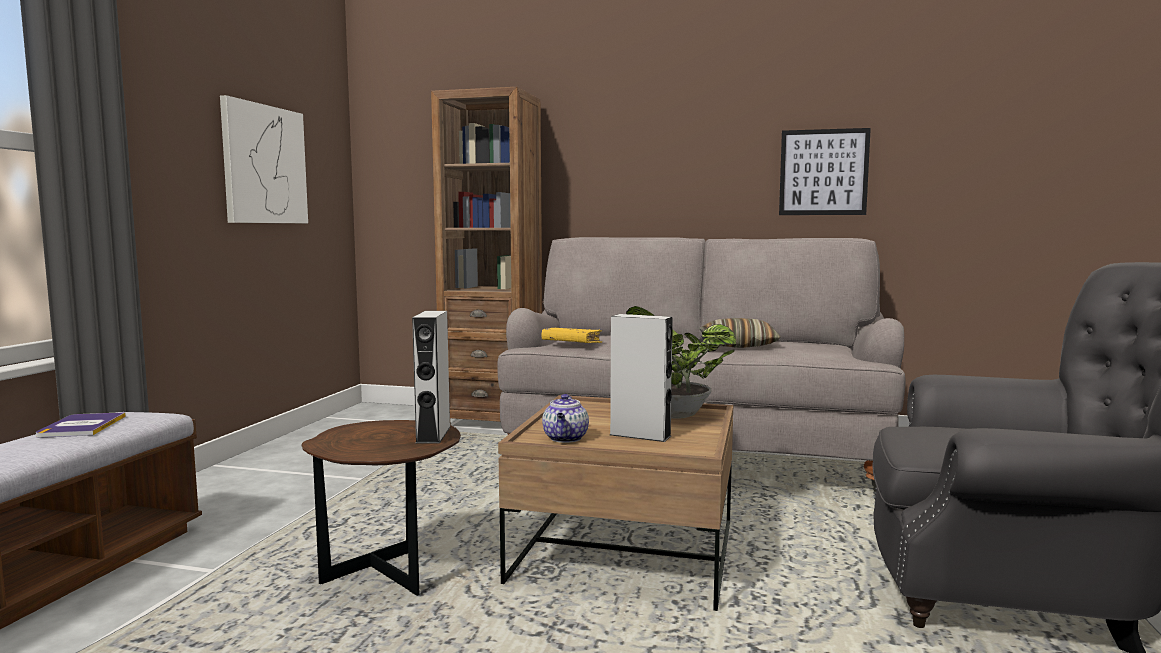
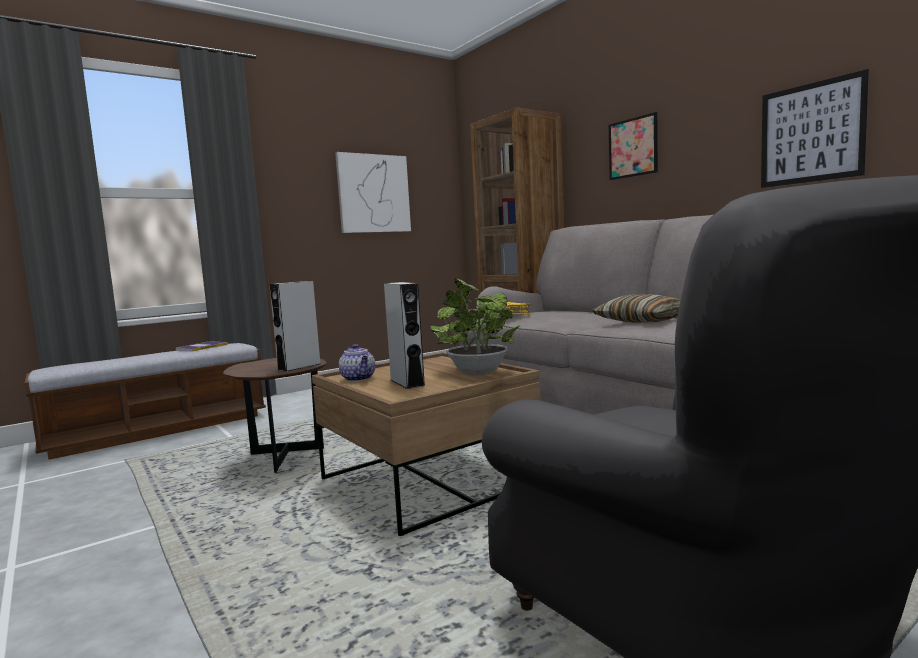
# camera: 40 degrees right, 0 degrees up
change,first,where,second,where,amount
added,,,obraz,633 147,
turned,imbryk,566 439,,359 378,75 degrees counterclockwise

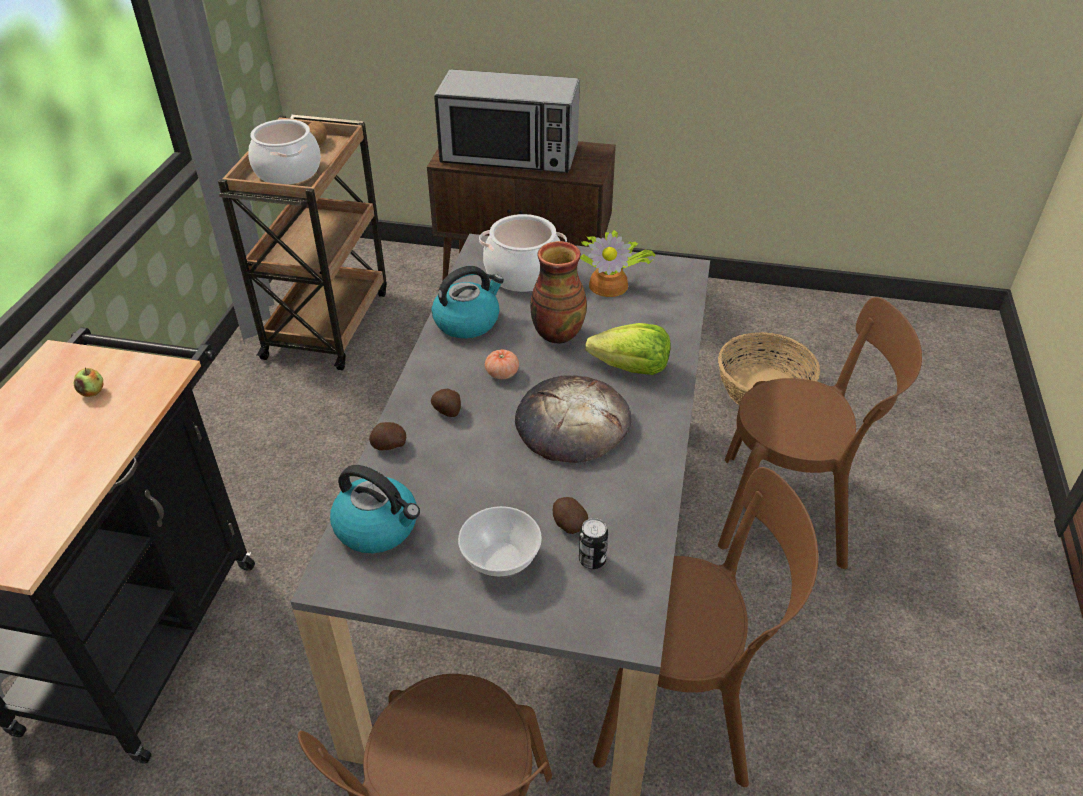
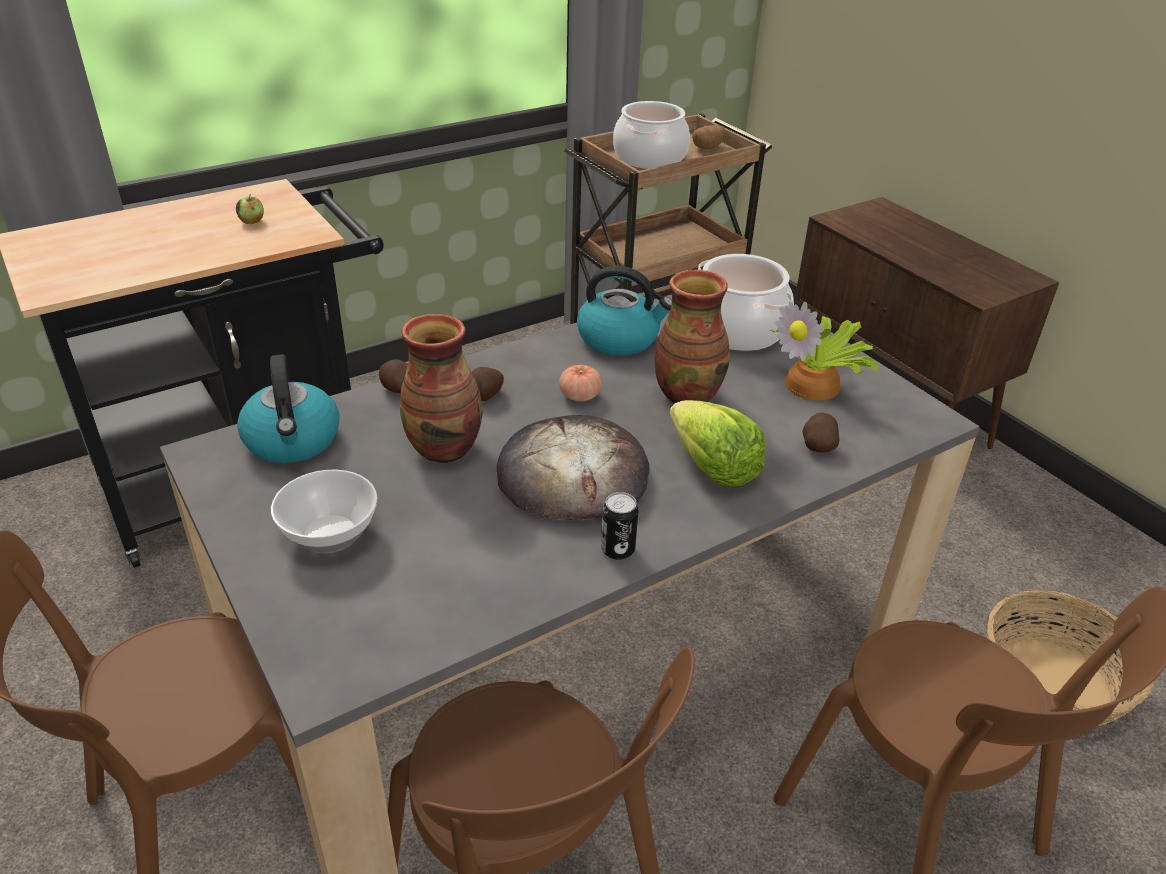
# camera: 45 degrees right, 5 degrees down
change,first,where,second,where,amount
removed,mikrofalówka,509 155,,,
added,,,wazon,446 448,
moved,ziemniak,568 524,,818 445,
moved,puszka,592 560,,617 549,

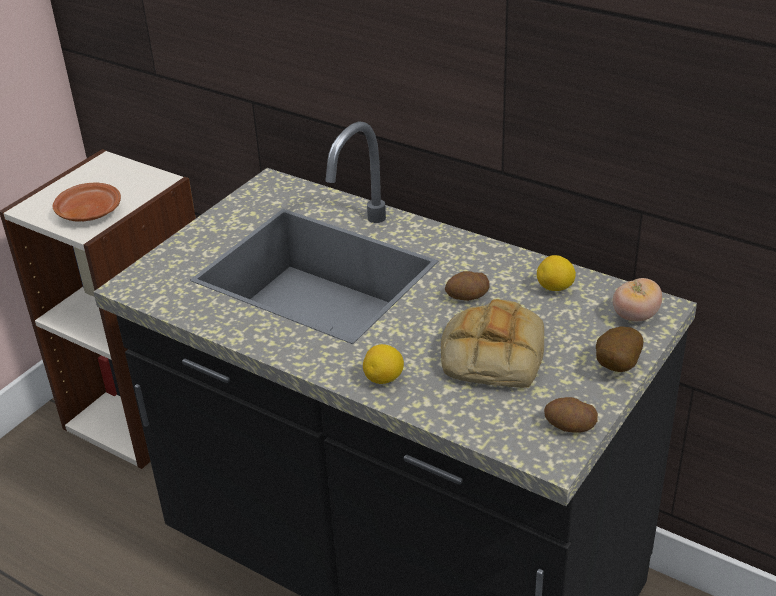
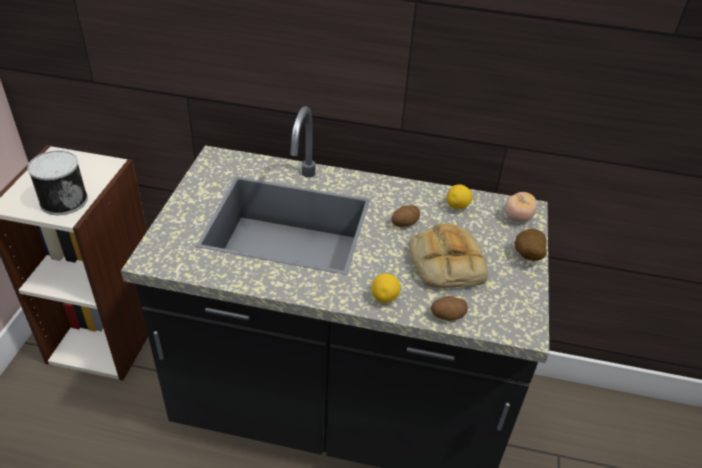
# camera: 25 degrees left, 5 degrees up
change,first,where,second,where,amount
moved,ziemniak,569 427,,448 316,
replaced,talerz [brązowy],89 212,puszka,63 200,

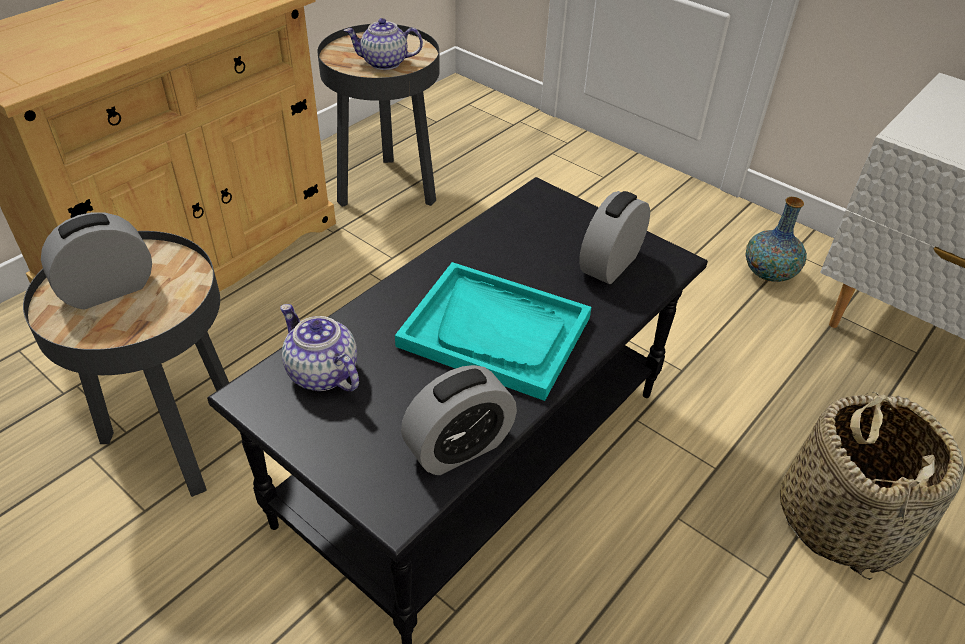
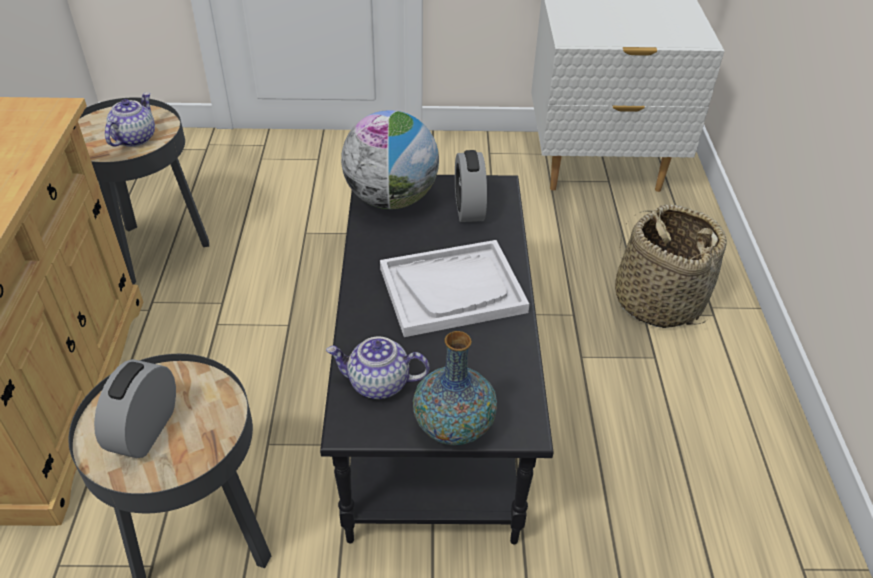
# camera: 40 degrees left, 0 degrees up
change,first,where,second,where,amount
removed,budzik,459 447,,,
added,,,globus,391 199,
moved,wazon,769 273,,454 426,
recoloured,taca [turkusowy],495 332,taca [biały],452 290,
turned,imbryk,384 63,,134 138,150 degrees clockwise

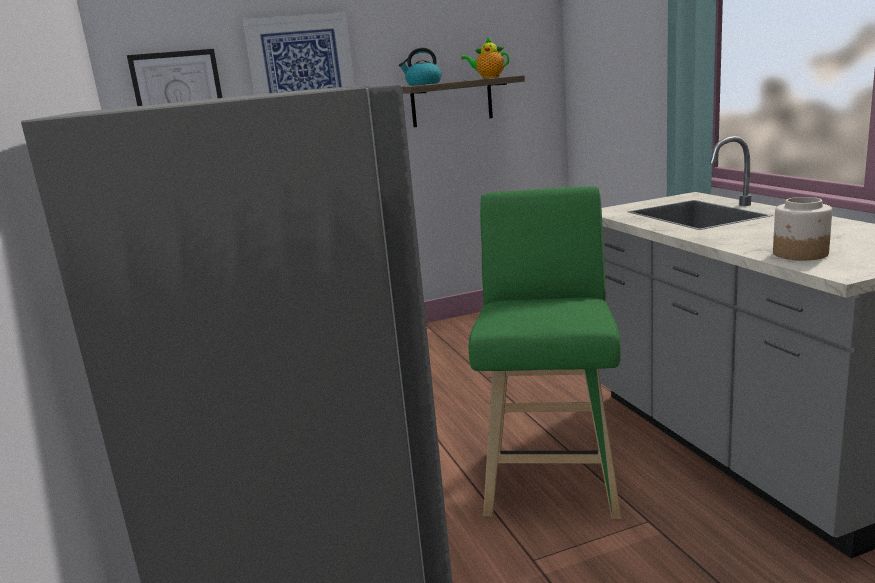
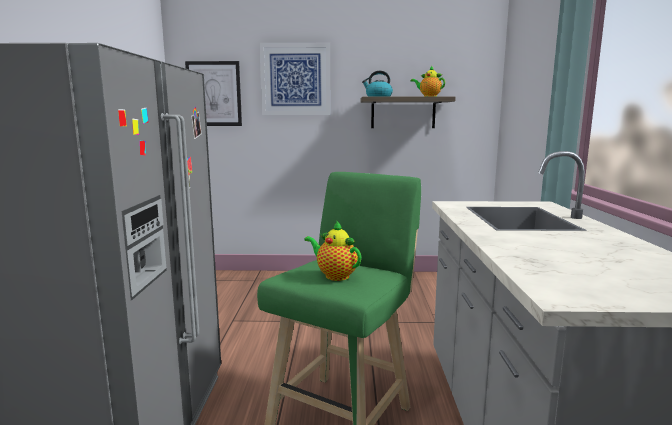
# camera: 20 degrees right, 5 degrees down
change,first,where,second,where,amount
removed,słoik,800 254,,,
added,,,imbryk,334 275,

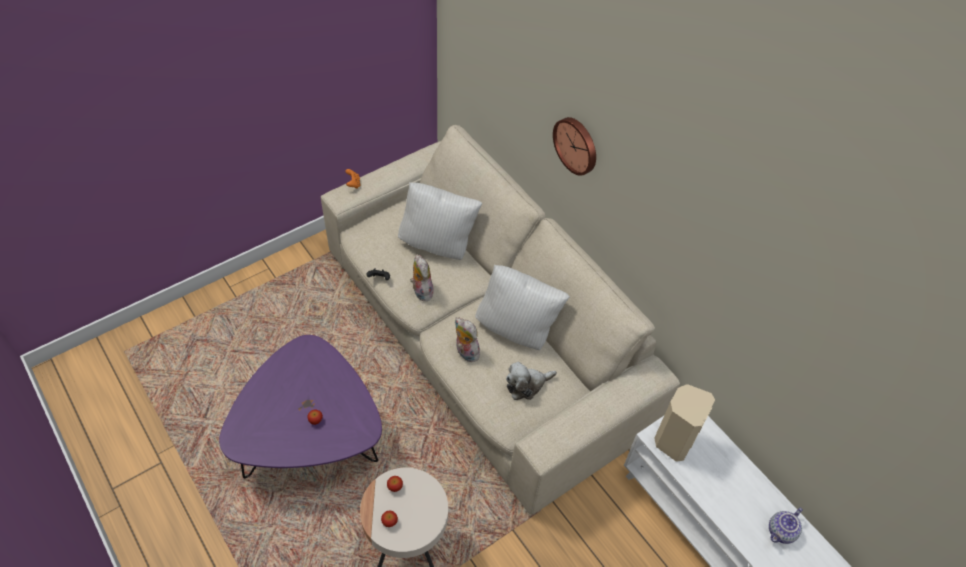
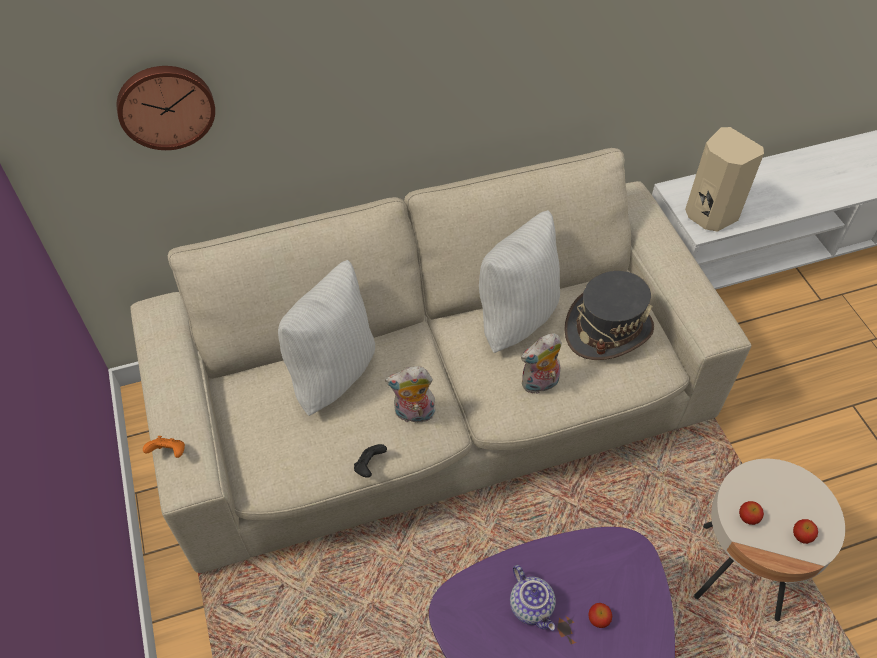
# camera: 70 degrees left, 0 degrees up
change,first,where,second,where,amount
moved,zegar ścienny,577 145,,165 105,
moved,imbryk,781 532,,532 607,
replaced,pluszak,527 385,kapelusz [szary],608 329,

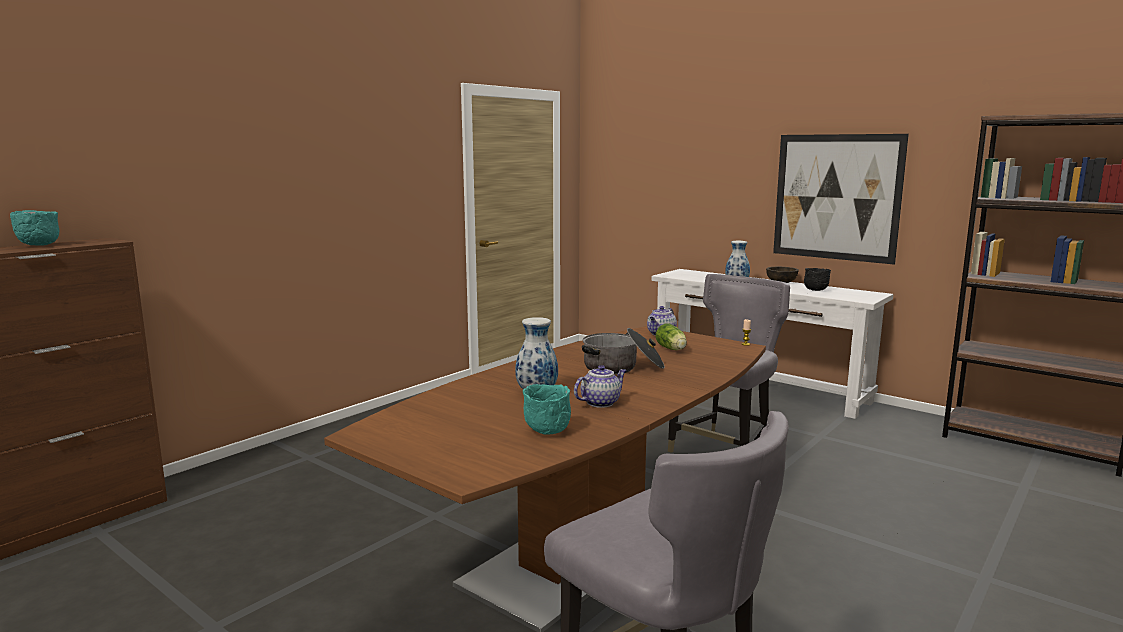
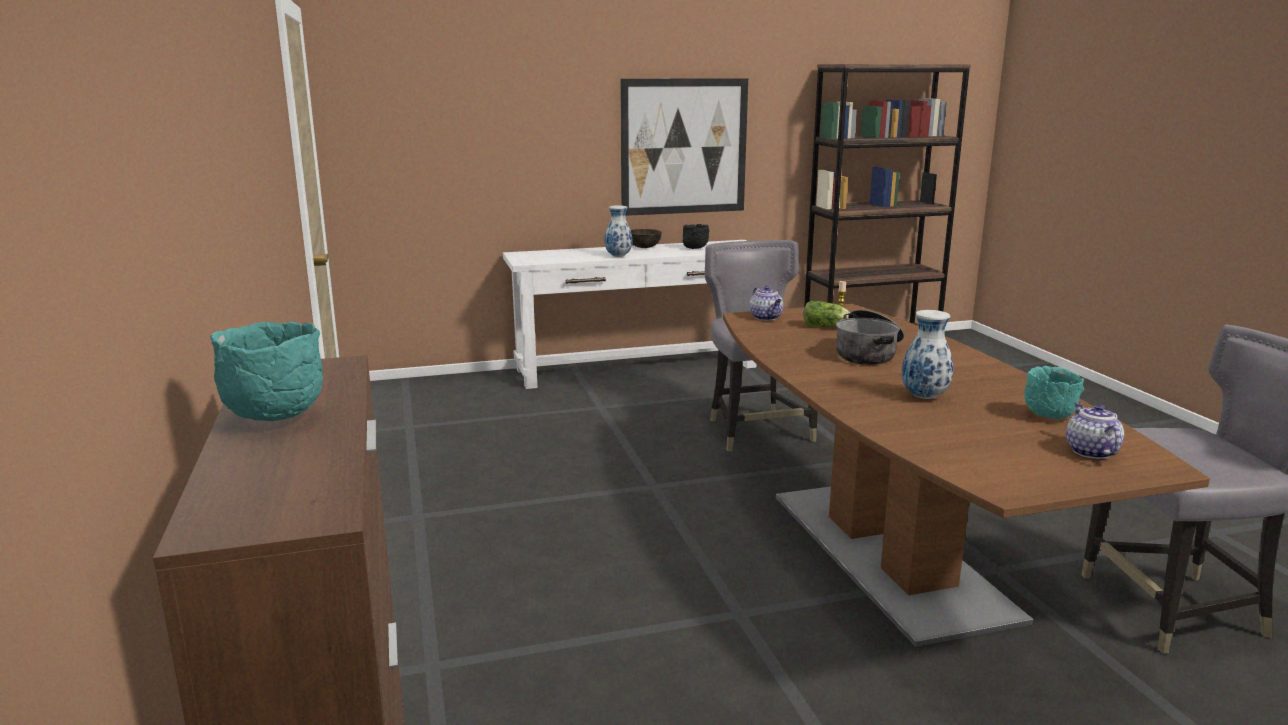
# camera: 55 degrees left, 5 degrees up
change,first,where,second,where,amount
moved,imbryk,600 402,,1090 451,

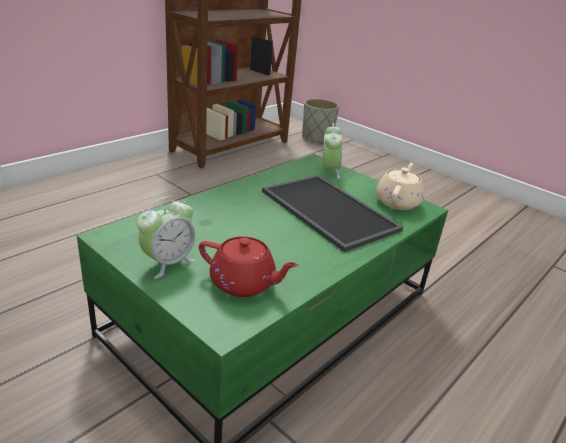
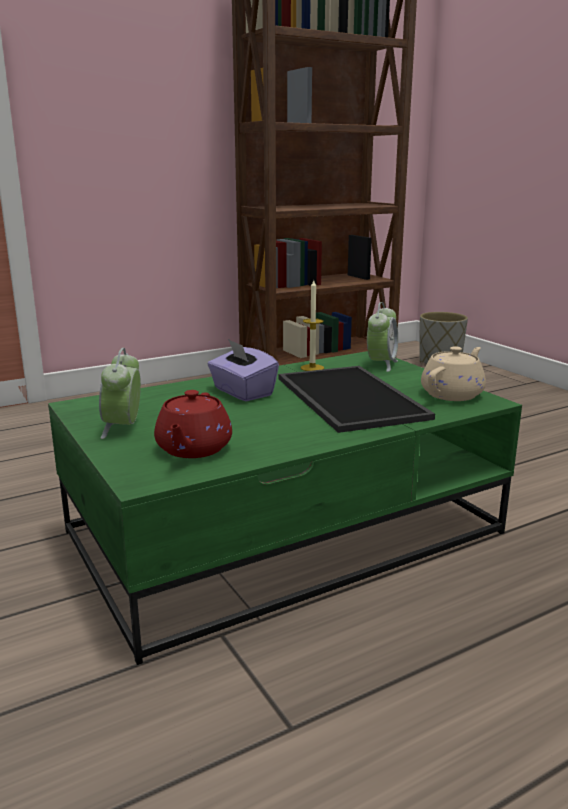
# camera: 20 degrees right, 10 degrees down
change,first,where,second,where,amount
added,,,pudełko chusteczek [fioletowy],242 392,
added,,,świeca,312 368,
turned,budzik,168 263,,123 428,120 degrees clockwise
turned,imbryk [czerwony],244 283,,193 449,60 degrees clockwise

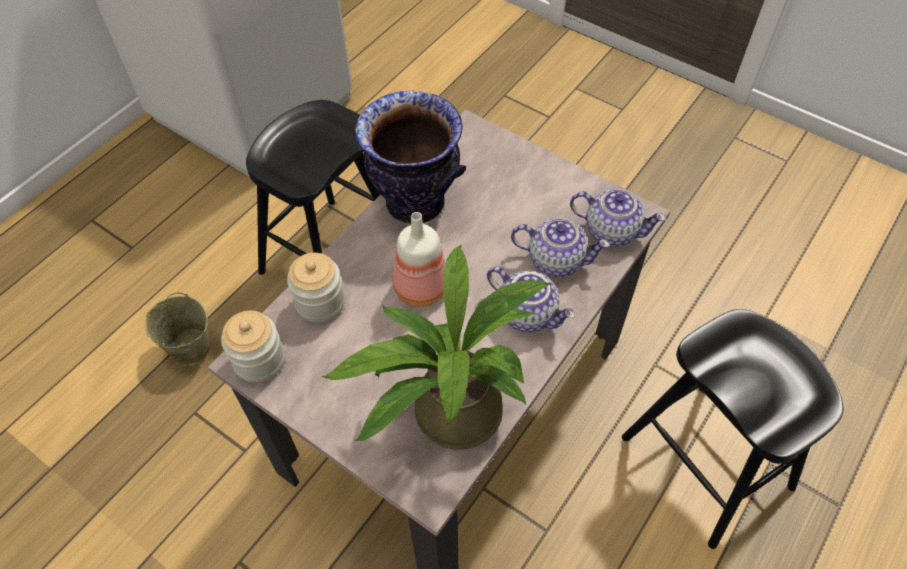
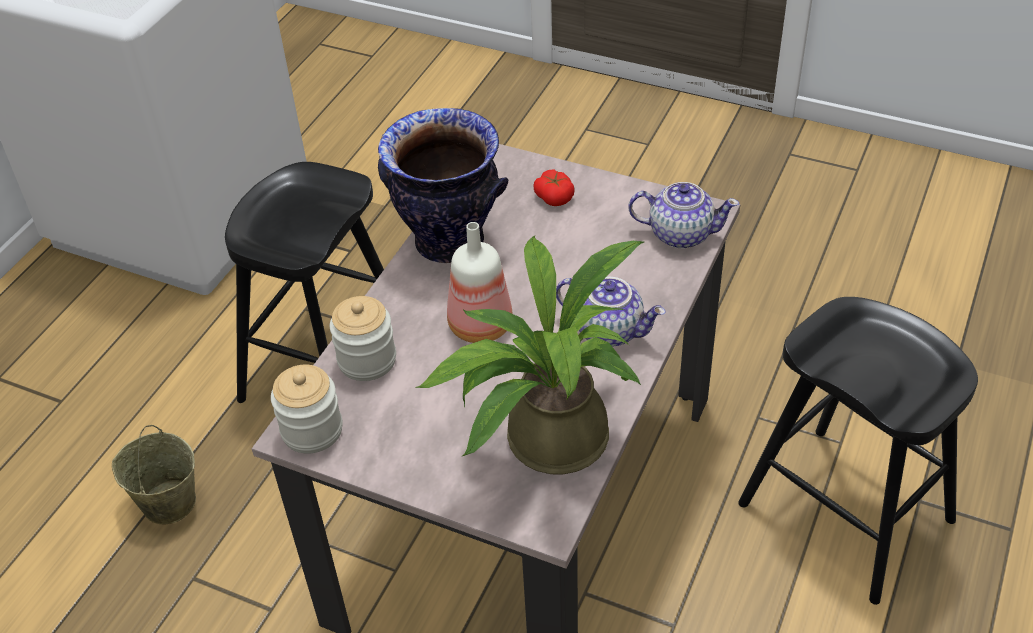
# camera: 10 degrees left, 10 degrees down
change,first,where,second,where,amount
removed,imbryk,555 259,,,
added,,,pomidor,554 197,

